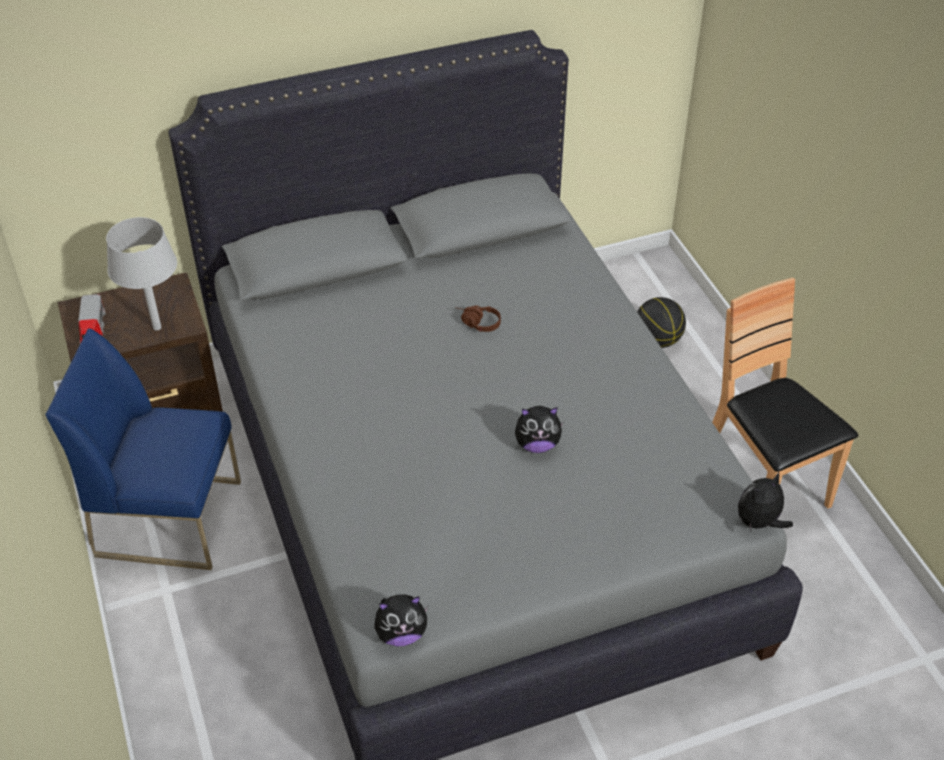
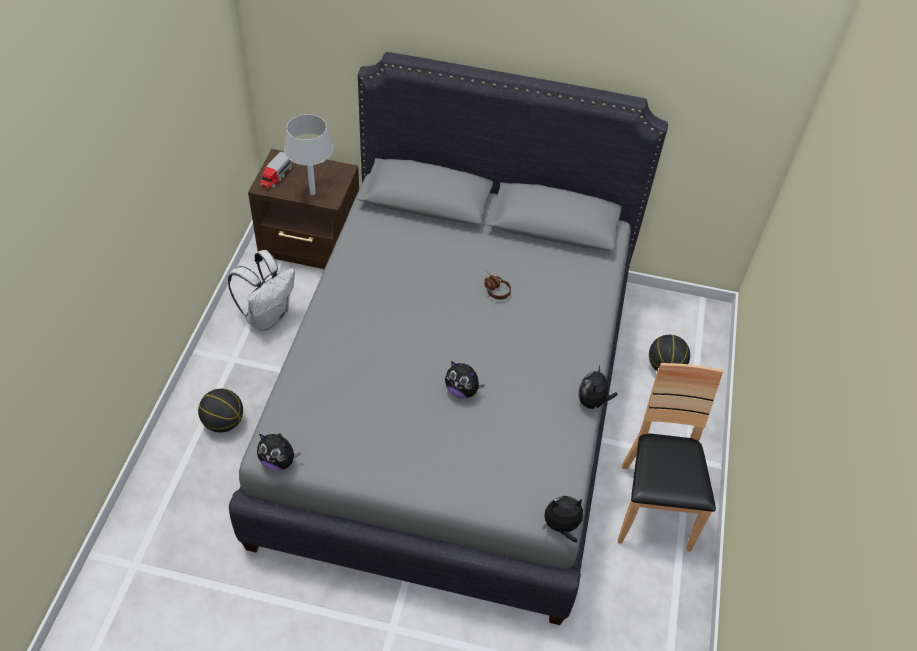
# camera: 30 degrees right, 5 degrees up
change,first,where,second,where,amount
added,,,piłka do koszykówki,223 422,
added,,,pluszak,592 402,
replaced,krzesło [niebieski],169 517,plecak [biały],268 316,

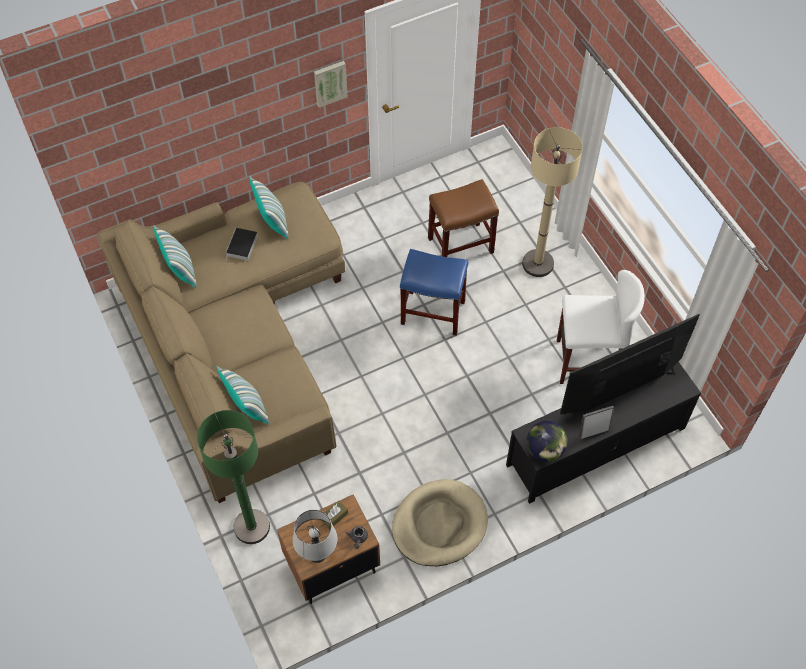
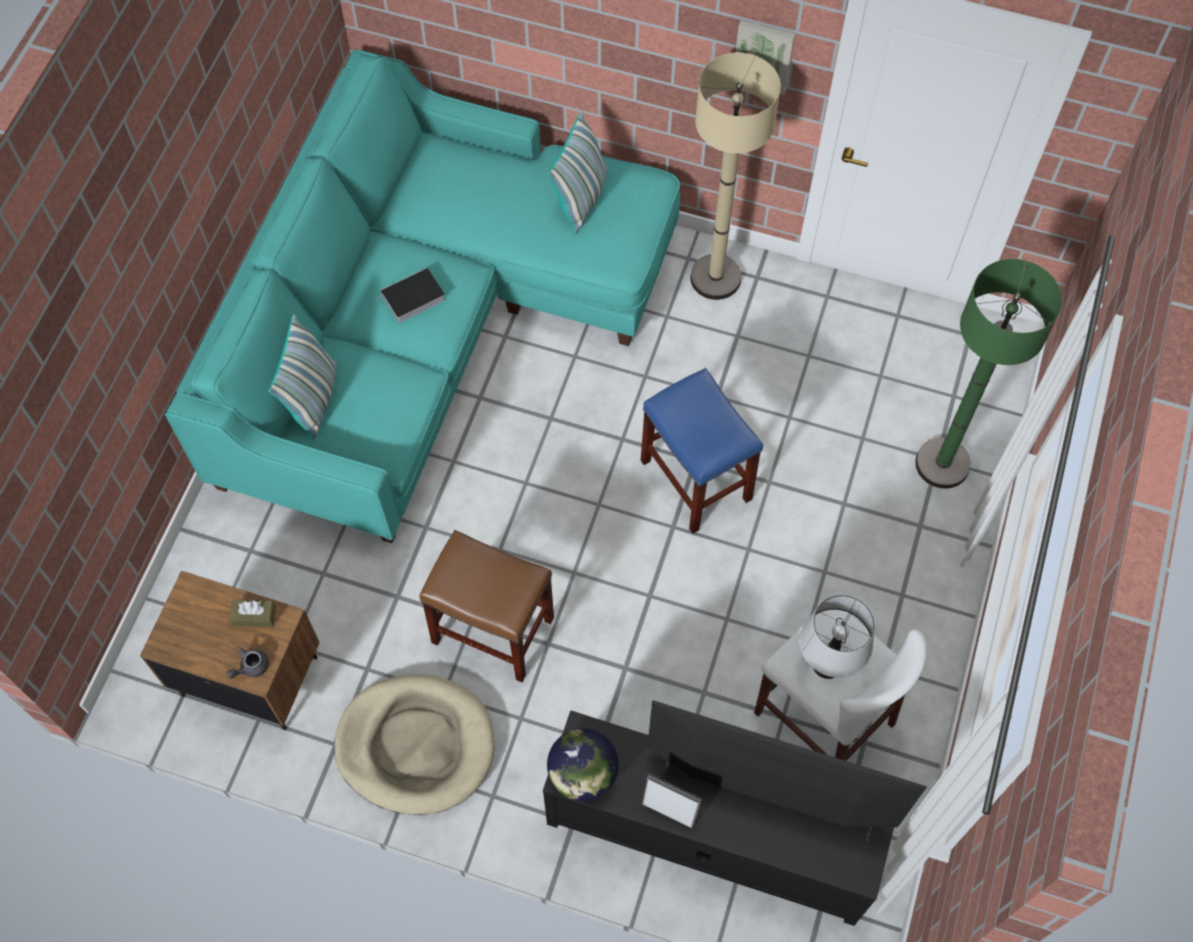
# camera: 45 degrees right, 5 degrees up
change,first,where,second,where,amount
removed,poduszka,180 270,,,
moved,lampa stojąca [zielony],251 527,,942 464,
moved,książka,242 246,,412 298,
moved,lampa stołowa [szary],317 553,,826 663,
moved,stołek [brązowy],460 246,,491 630,
moved,lampa stojąca [beżowy],538 264,,715 278,
recoloured,kanapa [beżowy],239 346,kanapa [turkusowy],431 327,

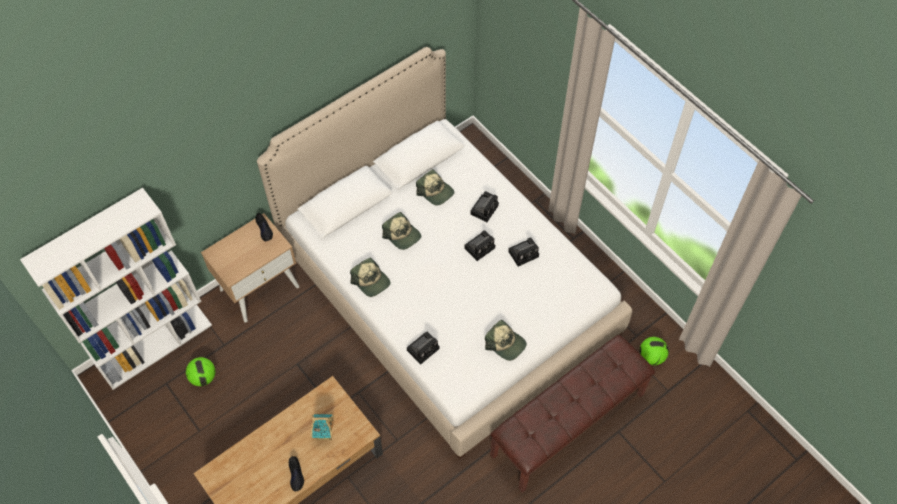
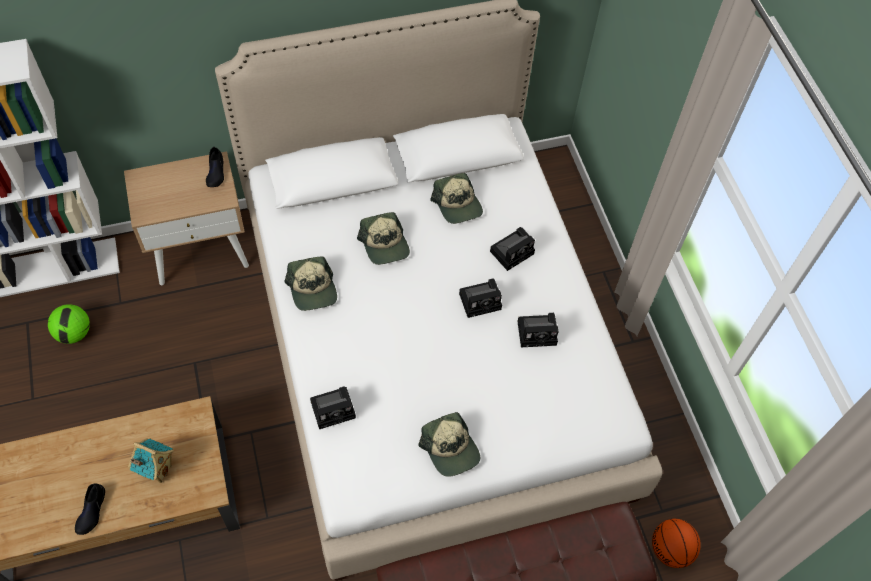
# camera: 20 degrees right, 0 degrees up
change,first,where,second,where,amount
replaced,piłka futbolowa,651 357,piłka do koszykówki,670 550,

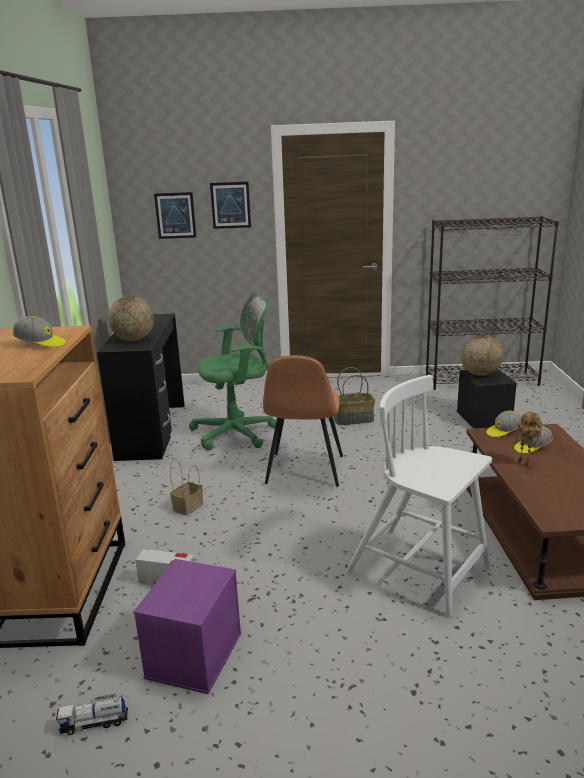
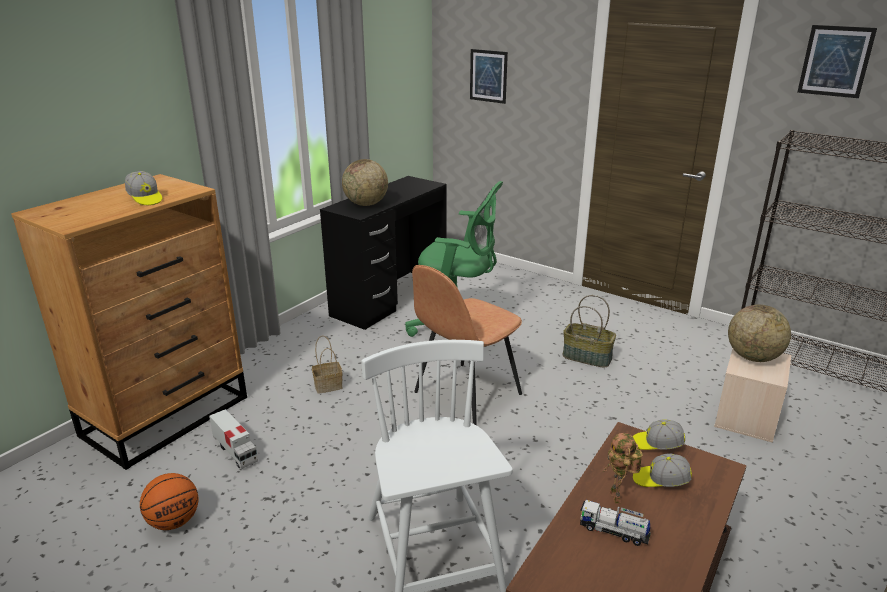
# camera: 35 degrees right, 5 degrees up
change,first,where,second,where,amount
moved,ciężarówka zabawkowa,94 723,,613 531,
moved,obraz,230 205,,835 61,
replaced,pojemnik do przechowywania [fioletowy],194 654,piłka do koszykówki,174 521,
recoloured,pojemnik do przechowywania [czarny],484 419,pojemnik do przechowywania [beżowy],747 417,

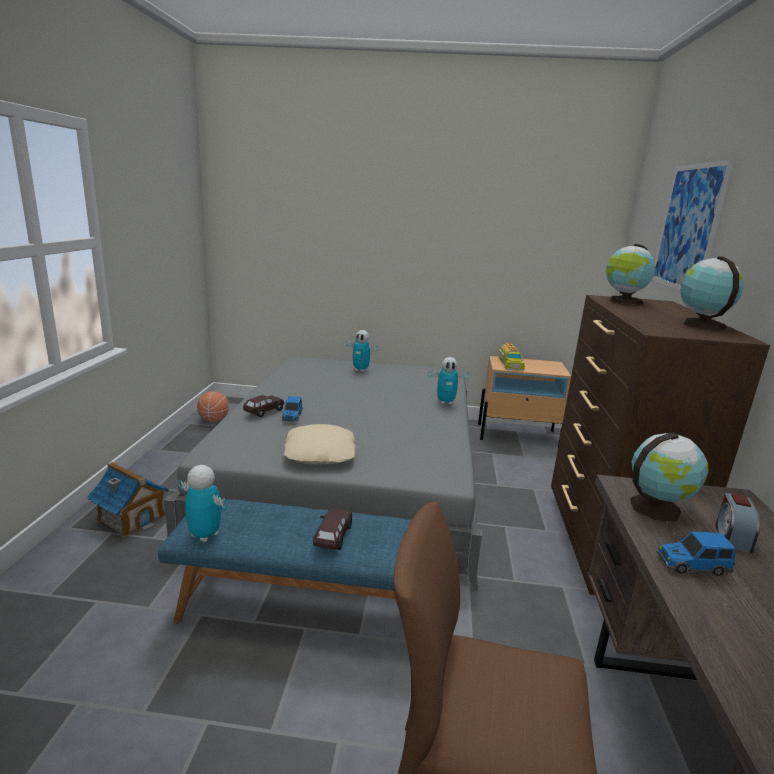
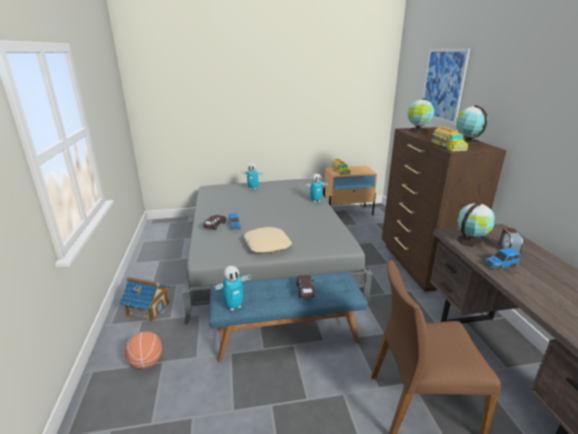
# camera: 15 degrees left, 5 degrees up
change,first,where,second,where,amount
added,,,ciężarówka zabawkowa,447 146,
moved,piłka do koszykówki,214 420,,146 362,
turned,robot zabawkowy,204 535,,234 306,135 degrees clockwise

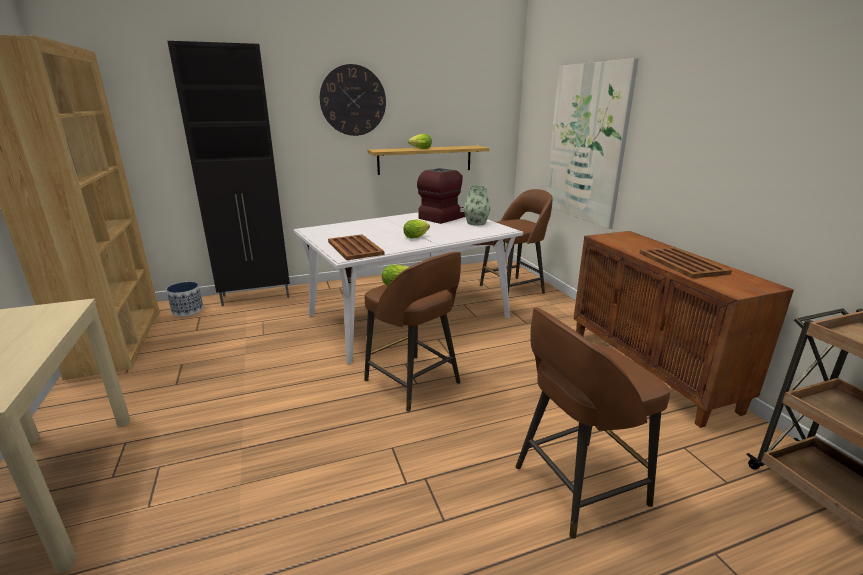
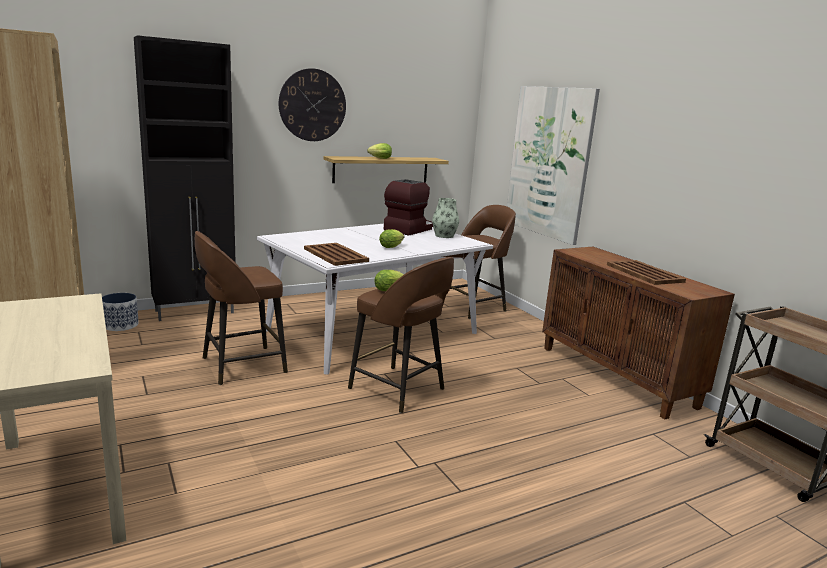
# camera: 10 degrees left, 5 degrees down
change,first,where,second,where,amount
moved,stołek [brązowy],576 486,,241 365,

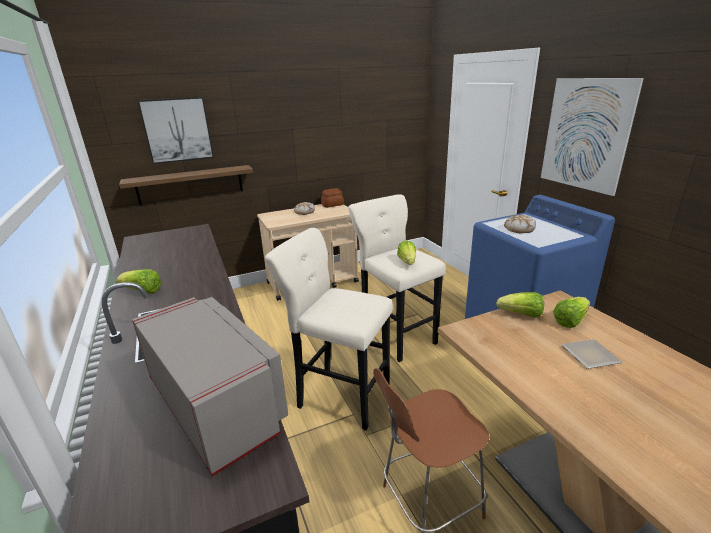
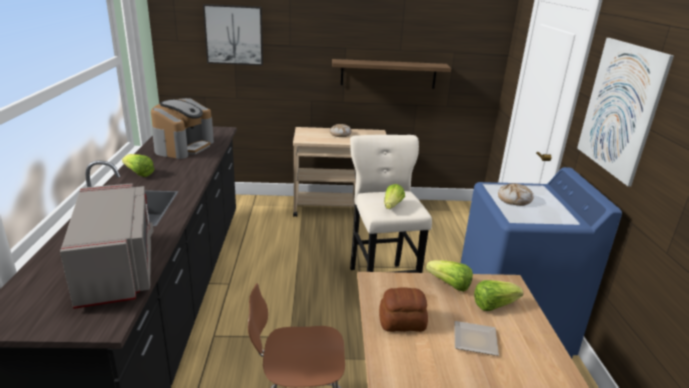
# camera: 20 degrees right, 0 degrees up
change,first,where,second,where,amount
removed,stołek [beżowy],339 396,,,
added,,,ekspres do kawy,184 146,
moved,półka,190 184,,388 74,
moved,chleb,332 205,,402 322,

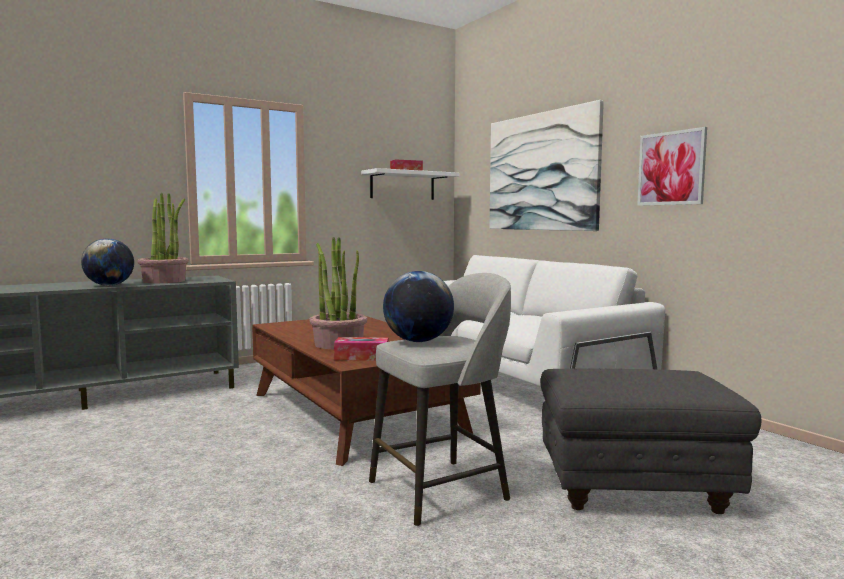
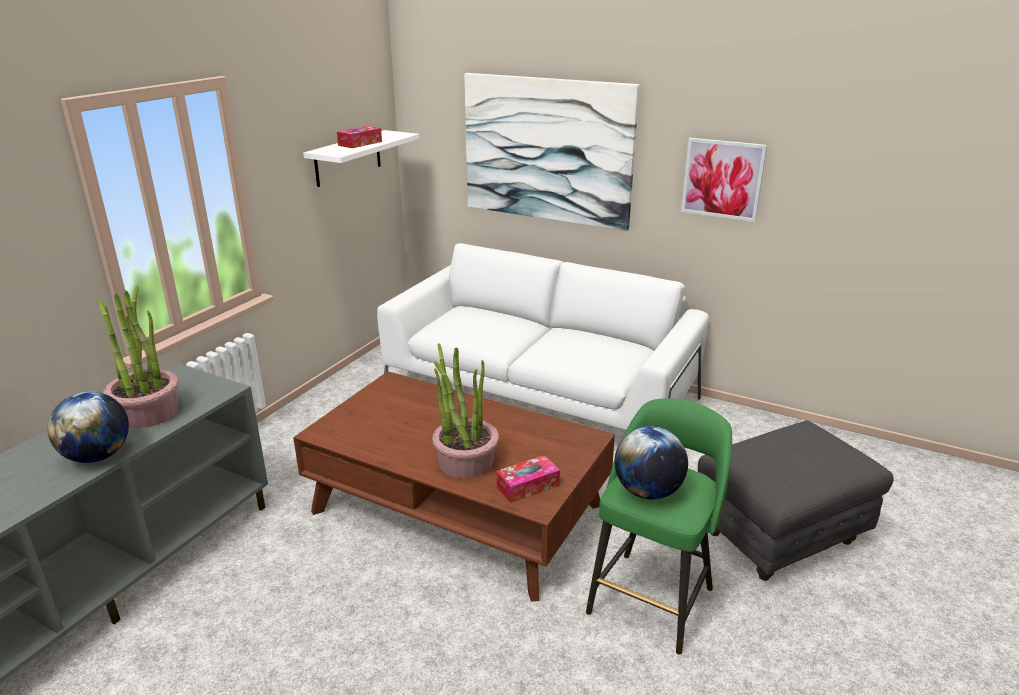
# camera: 30 degrees left, 20 degrees up
change,first,where,second,where,amount
recoloured,stołek [szary],442 489,stołek [zielony],652 598,

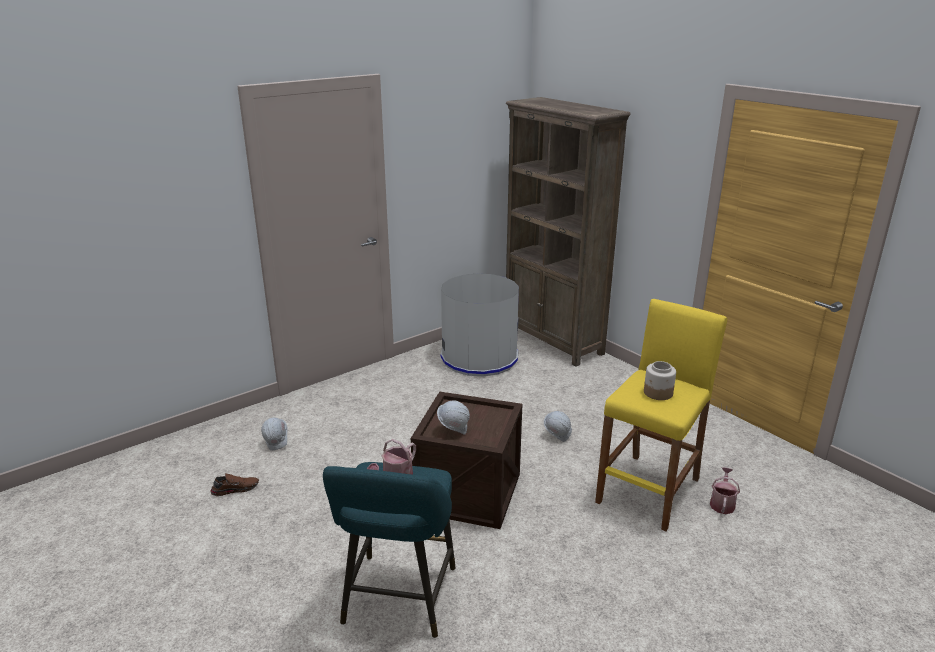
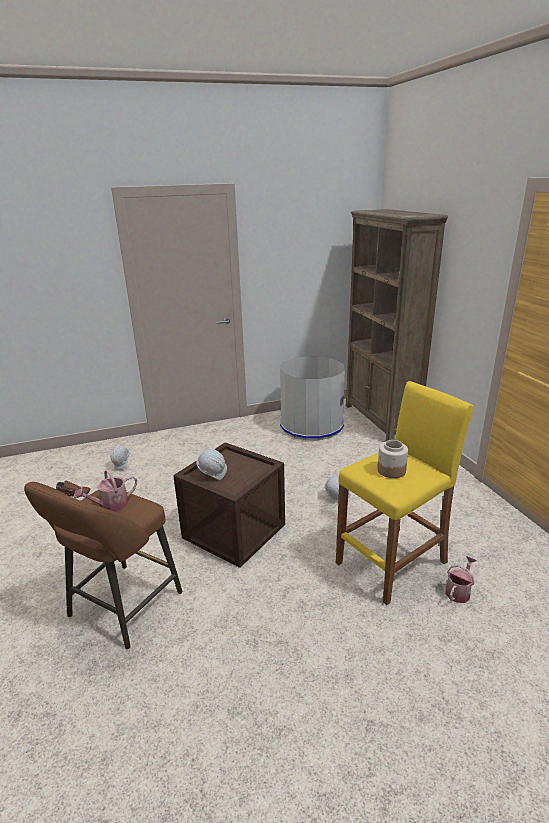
# camera: 20 degrees right, 0 degrees up
change,first,where,second,where,amount
recoloured,stołek [turkusowy],398 601,stołek [brązowy],121 608,

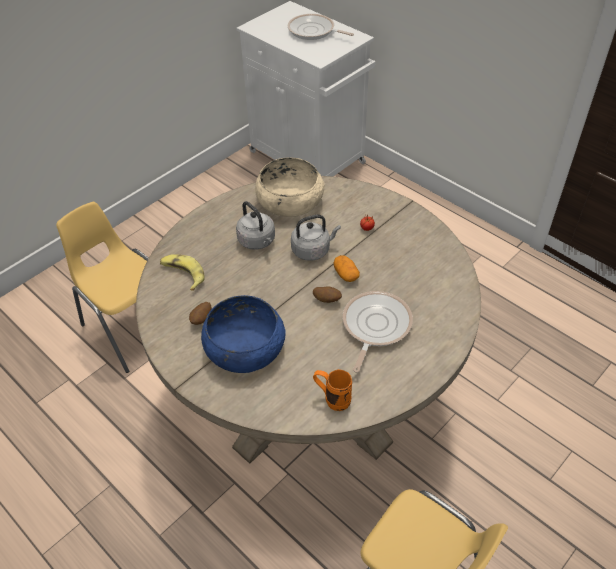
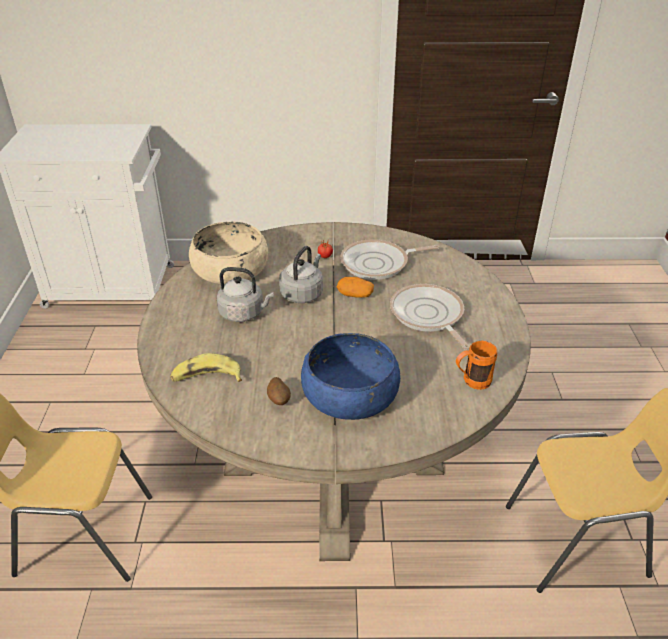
# camera: 45 degrees left, 10 degrees down
change,first,where,second,where,amount
removed,ziemniak,327 300,,,
moved,patelnia,313 31,,378 264,

